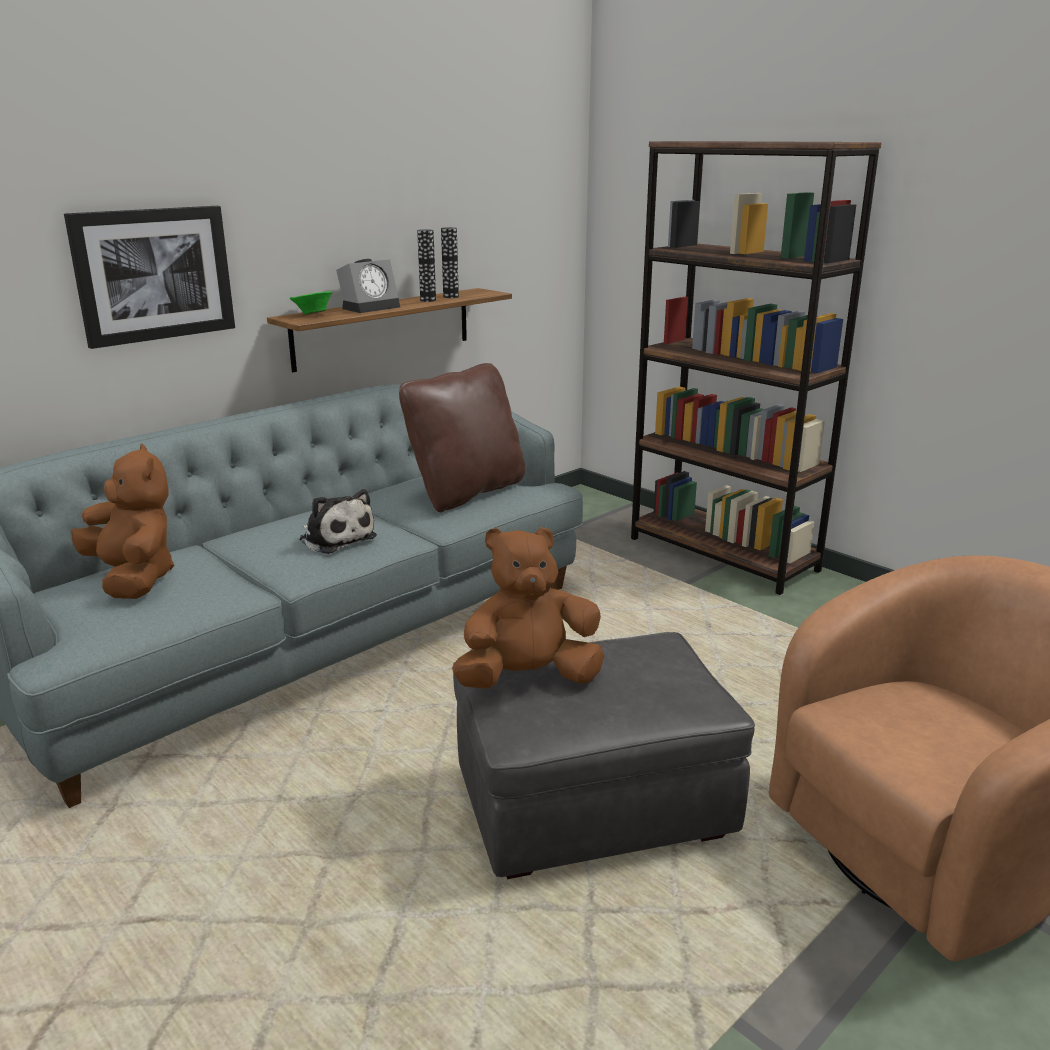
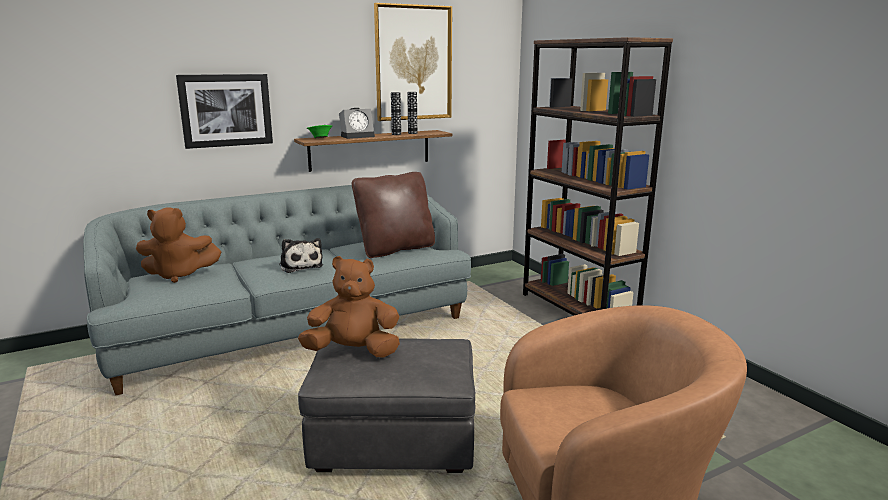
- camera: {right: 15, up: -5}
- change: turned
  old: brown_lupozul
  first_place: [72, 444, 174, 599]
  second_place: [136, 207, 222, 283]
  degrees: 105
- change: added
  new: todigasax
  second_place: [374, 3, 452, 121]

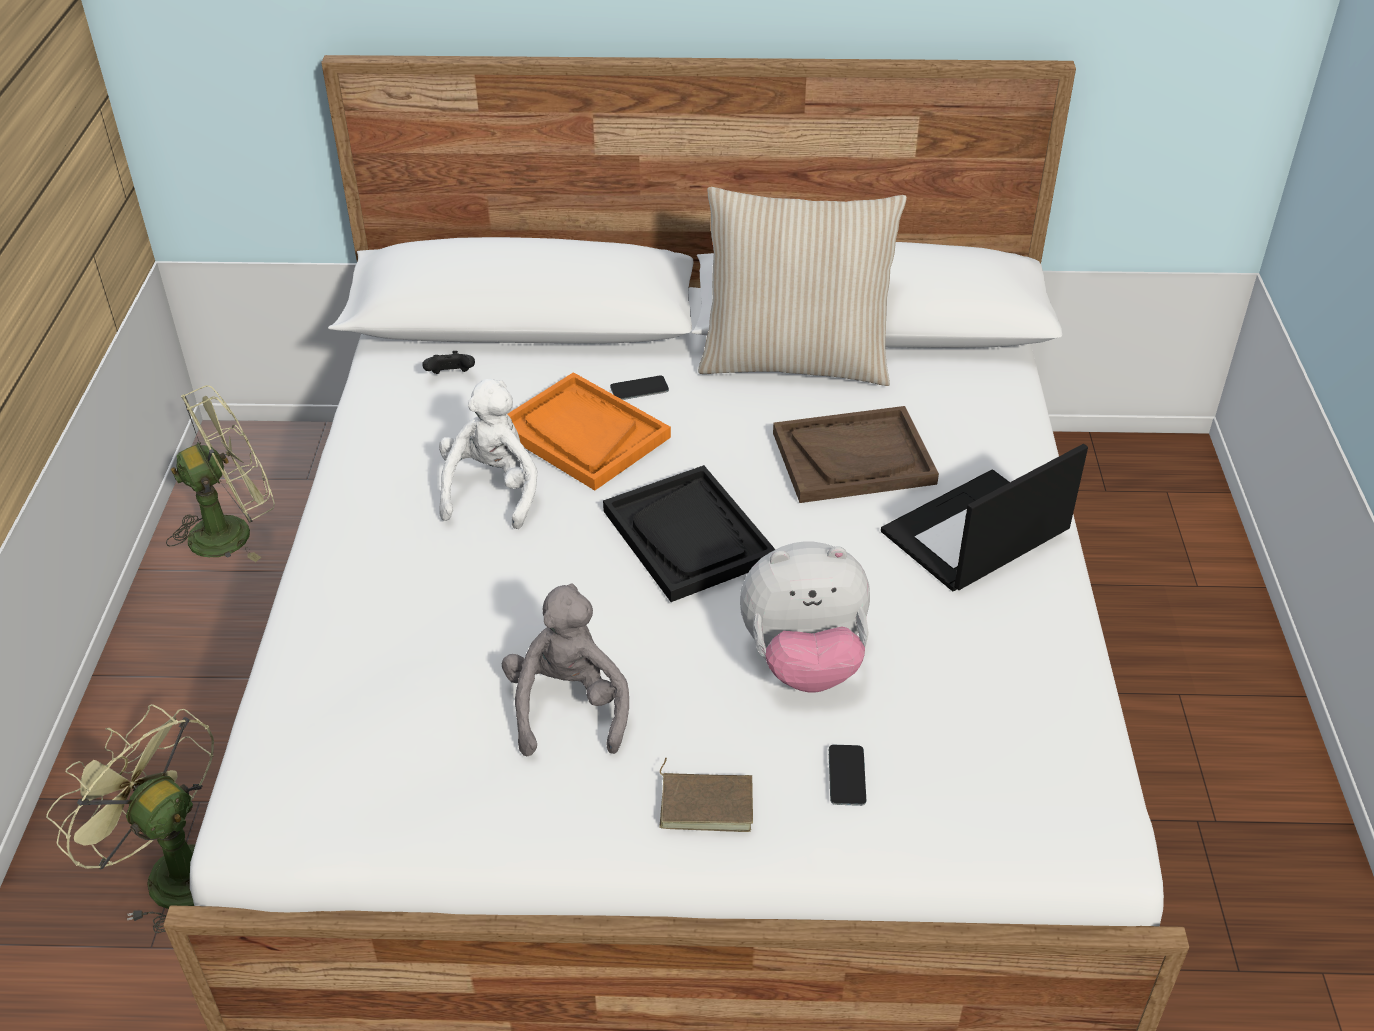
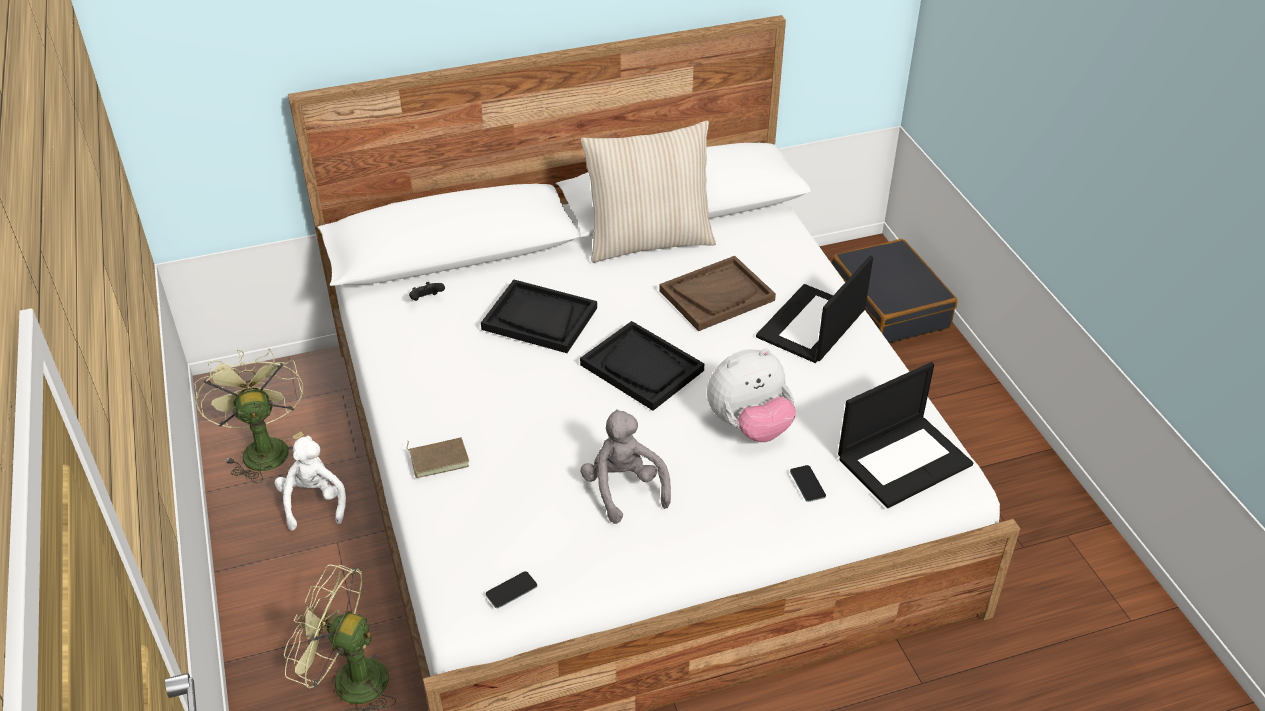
- camera: {right: -20, up: 0}
- change: turned
  old: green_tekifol
  first_place: [166, 385, 275, 562]
  second_place: [194, 348, 304, 483]
  degrees: -60
- change: moved
  old: white_lupozul
  first_place: [439, 379, 537, 529]
  second_place: [274, 436, 346, 531]
- change: recoloured
  old: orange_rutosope
  new: black_rutosope
  first_place: [508, 372, 671, 490]
  second_place: [481, 279, 597, 353]
- change: moved
  old: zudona
  first_place: [610, 376, 669, 400]
  second_place: [486, 571, 537, 608]
- change: moved
  old: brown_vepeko
  first_place: [659, 758, 753, 832]
  second_place: [407, 437, 469, 478]
- change: added
  new: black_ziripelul
  second_place: [831, 239, 957, 344]
- change: added
  new: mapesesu
  second_place: [838, 362, 973, 508]

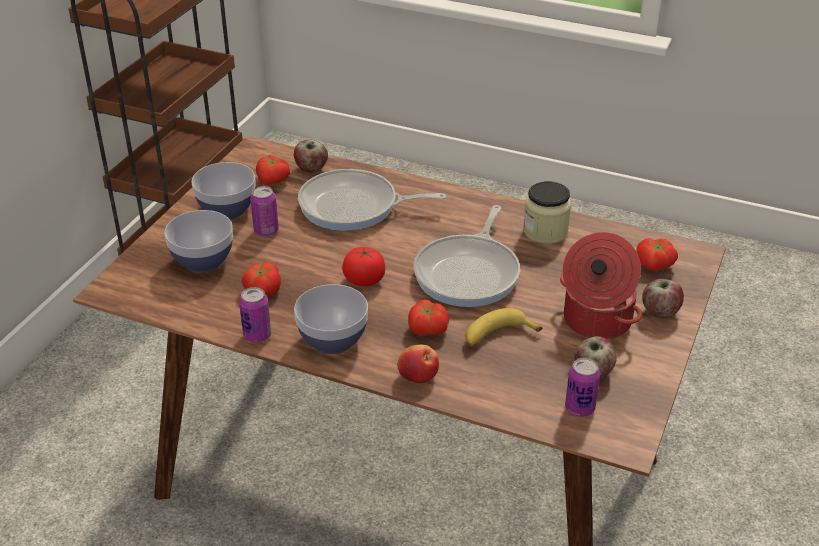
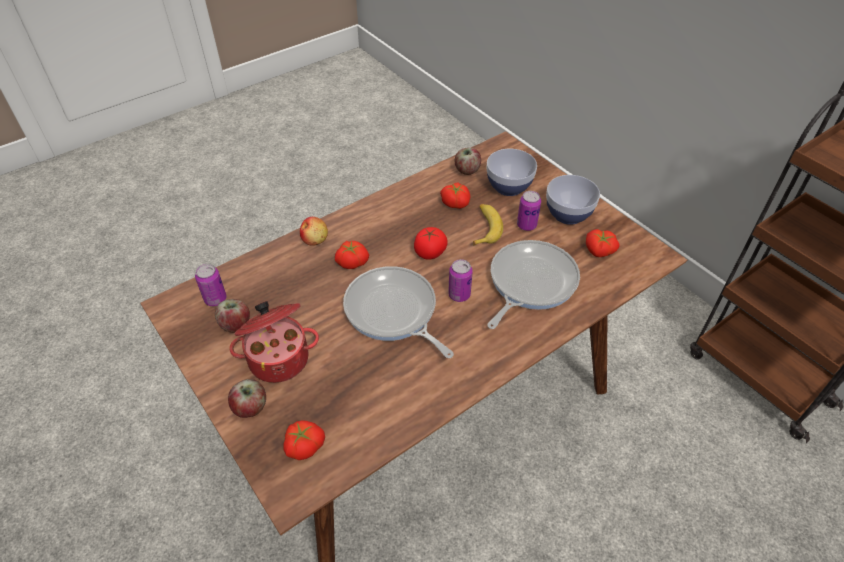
- camera: {right: 120, up: 10}
- change: moved
  old: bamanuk
  first_place: [239, 287, 271, 343]
  second_place: [448, 259, 473, 302]
- change: moved
  old: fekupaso
  first_place: [294, 140, 328, 172]
  second_place: [455, 148, 481, 175]
- change: removed
  old: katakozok
  first_place: [294, 284, 368, 354]
- change: moved
  old: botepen
  first_place: [465, 308, 543, 347]
  second_place: [473, 204, 503, 246]
- change: removed
  old: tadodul
  first_place: [523, 181, 571, 244]

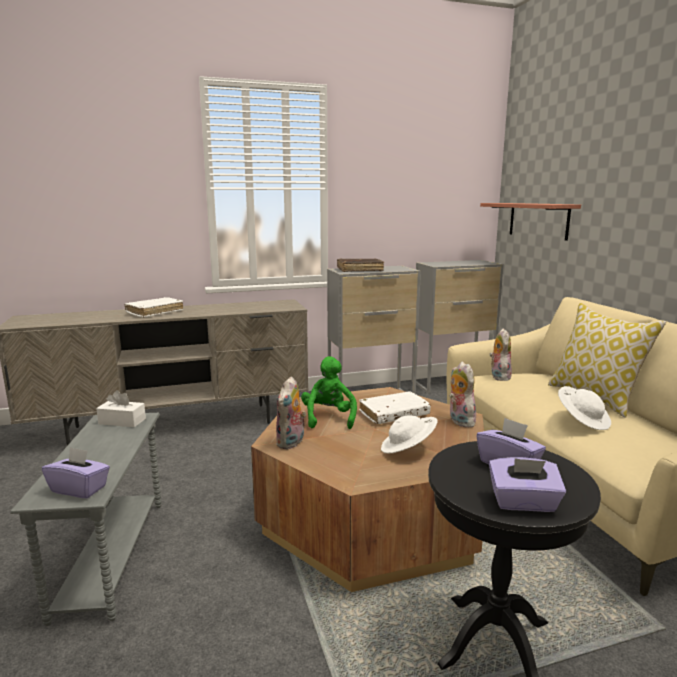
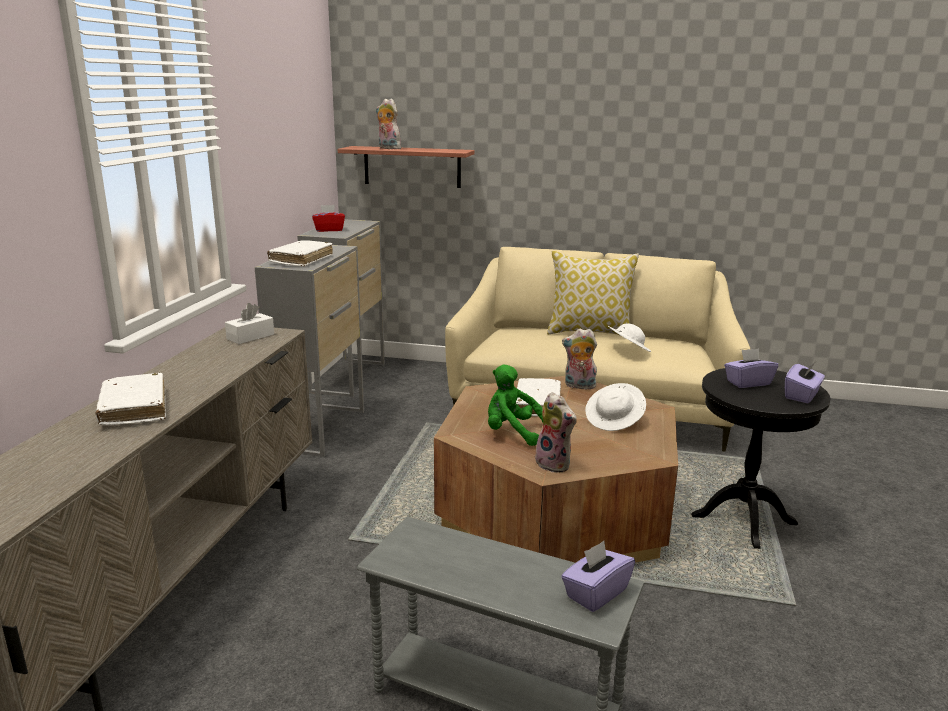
- camera: {right: -60, up: 5}
- change: moved
  old: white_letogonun
  first_place: [96, 390, 146, 427]
  second_place: [225, 303, 274, 344]
- change: recoloured
  old: brown_vepeko
  new: white_vepeko
  first_place: [337, 258, 384, 272]
  second_place: [267, 240, 333, 267]
- change: moved
  old: lupozul
  first_place: [489, 328, 512, 381]
  second_place: [376, 98, 401, 149]
- change: added
  new: red_letogonun
  second_place: [312, 205, 345, 232]

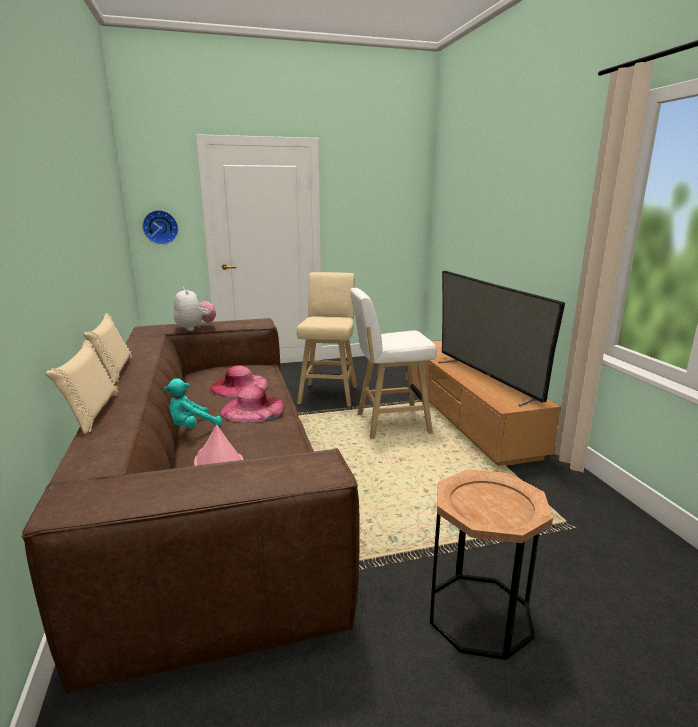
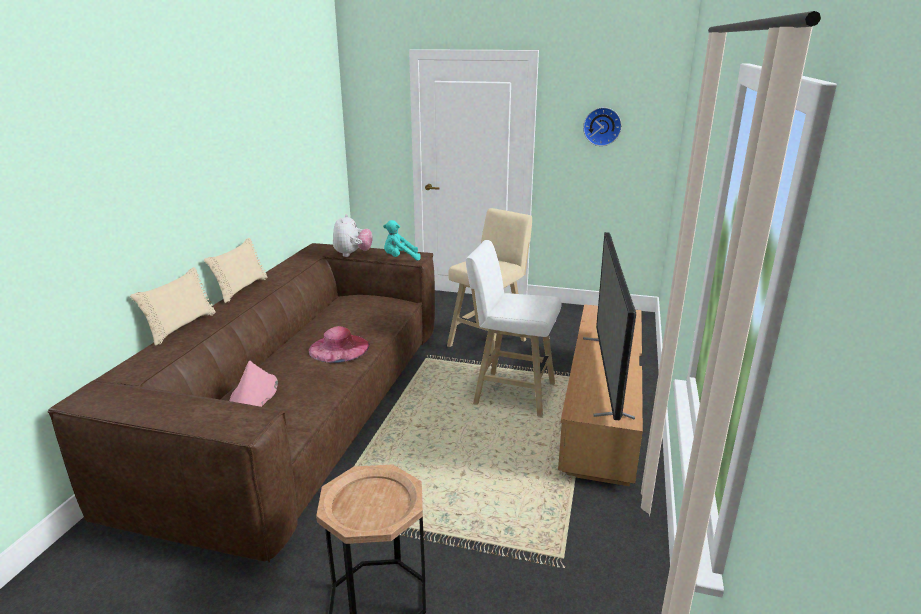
- camera: {right: 30, up: 5}
- change: moved
  old: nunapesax
  first_place: [142, 210, 178, 245]
  second_place: [583, 107, 622, 146]
- change: moved
  old: turquoise_lupozul
  first_place: [164, 378, 222, 428]
  second_place: [383, 220, 421, 261]
- change: removed
  old: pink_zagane
  first_place: [210, 365, 268, 397]

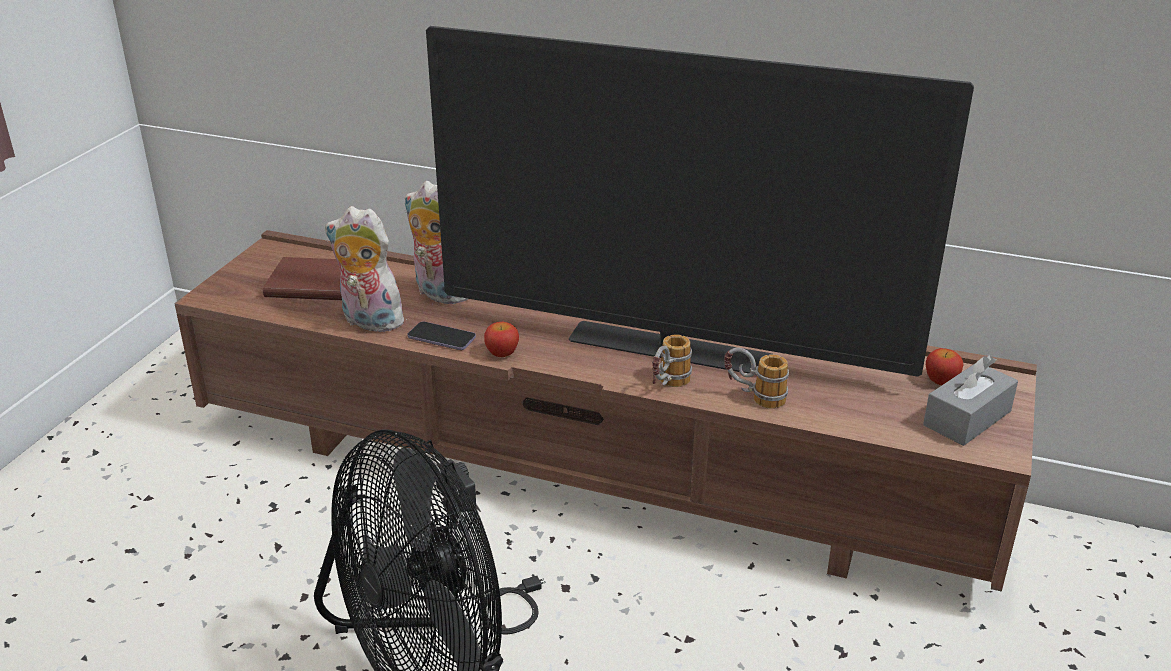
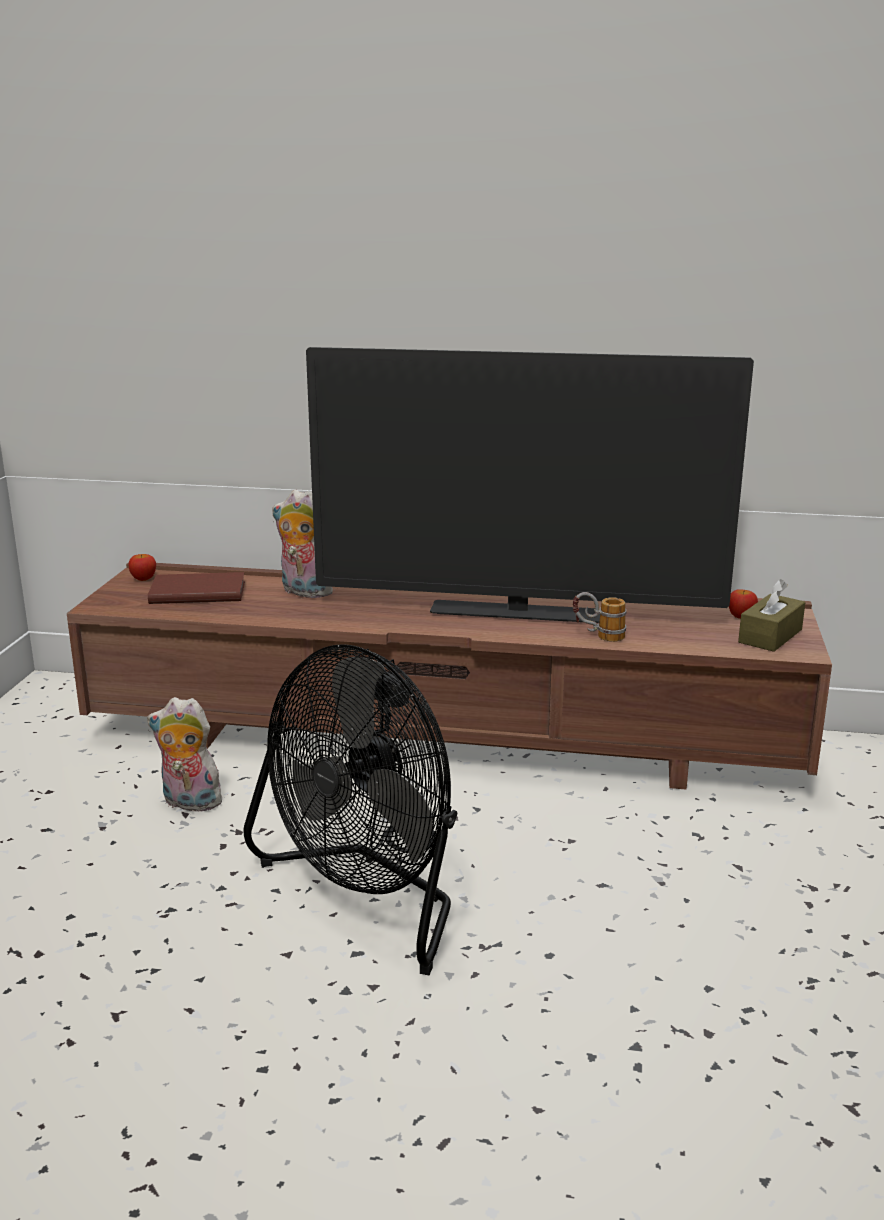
- camera: {right: -10, up: -10}
- change: moved
  old: lupozul
  first_place: [325, 206, 409, 332]
  second_place: [147, 697, 225, 811]
- change: removed
  old: zudona
  first_place: [407, 321, 476, 350]
- change: moved
  old: fekupaso
  first_place: [484, 322, 519, 357]
  second_place: [128, 554, 156, 581]
- change: removed
  old: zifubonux
  first_place: [652, 335, 692, 387]
- change: recoloured
  old: grey_letogonun
  new: brown_letogonun
  first_place: [923, 355, 1018, 446]
  second_place: [738, 579, 805, 652]

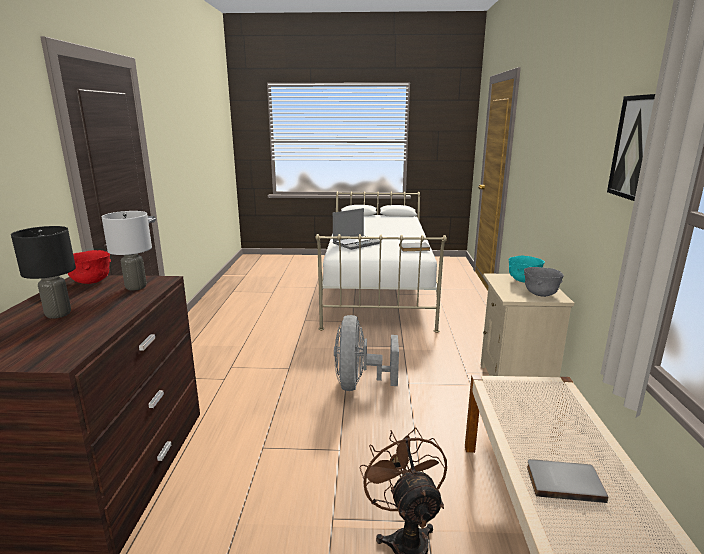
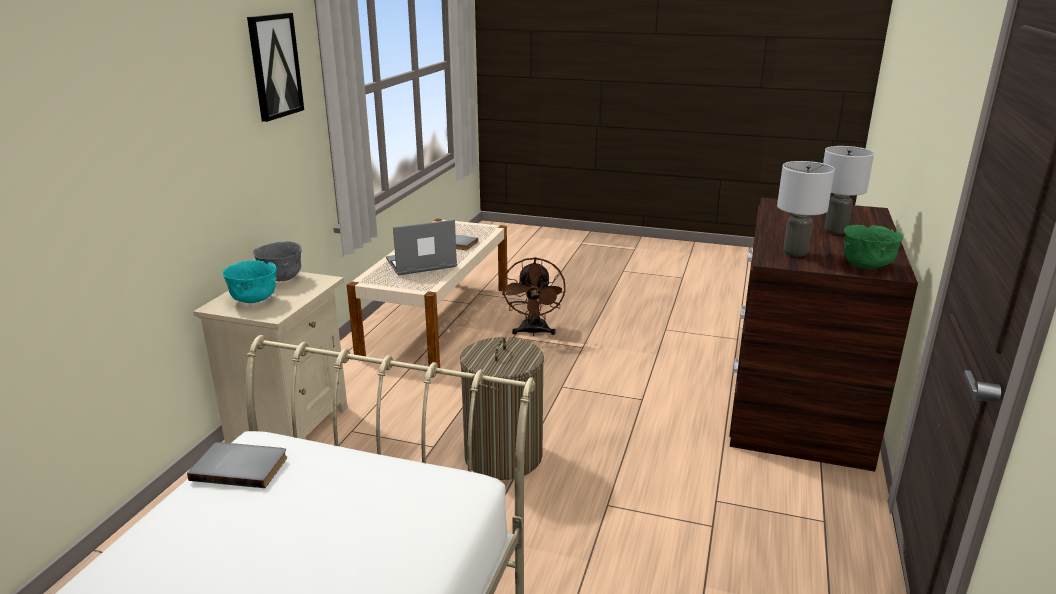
- camera: {right: -165, up: 5}
- change: recoloured
  old: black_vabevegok
  new: white_vabevegok
  first_place: [11, 226, 76, 319]
  second_place: [823, 146, 874, 235]
- change: recoloured
  old: red_katakozok
  new: green_katakozok
  first_place: [68, 250, 111, 284]
  second_place: [844, 225, 903, 269]
- change: moved
  old: mapesesu
  first_place: [333, 208, 380, 250]
  second_place: [386, 219, 457, 275]
- change: replaced
  old: grey_tekifol
  new: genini
  first_place: [334, 315, 399, 391]
  second_place: [460, 337, 544, 480]

